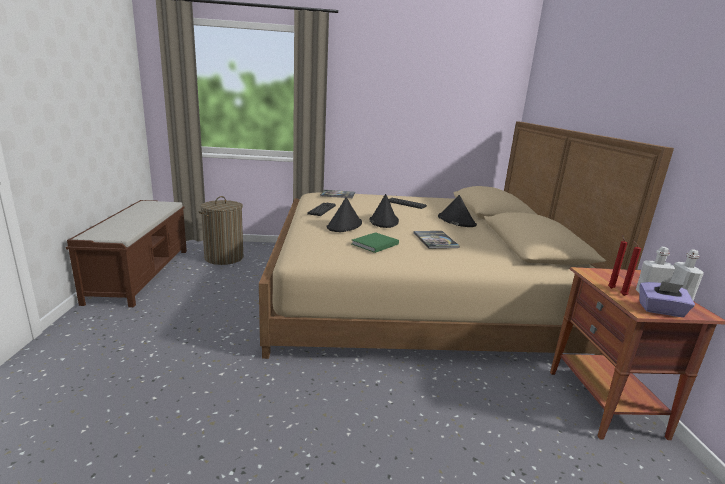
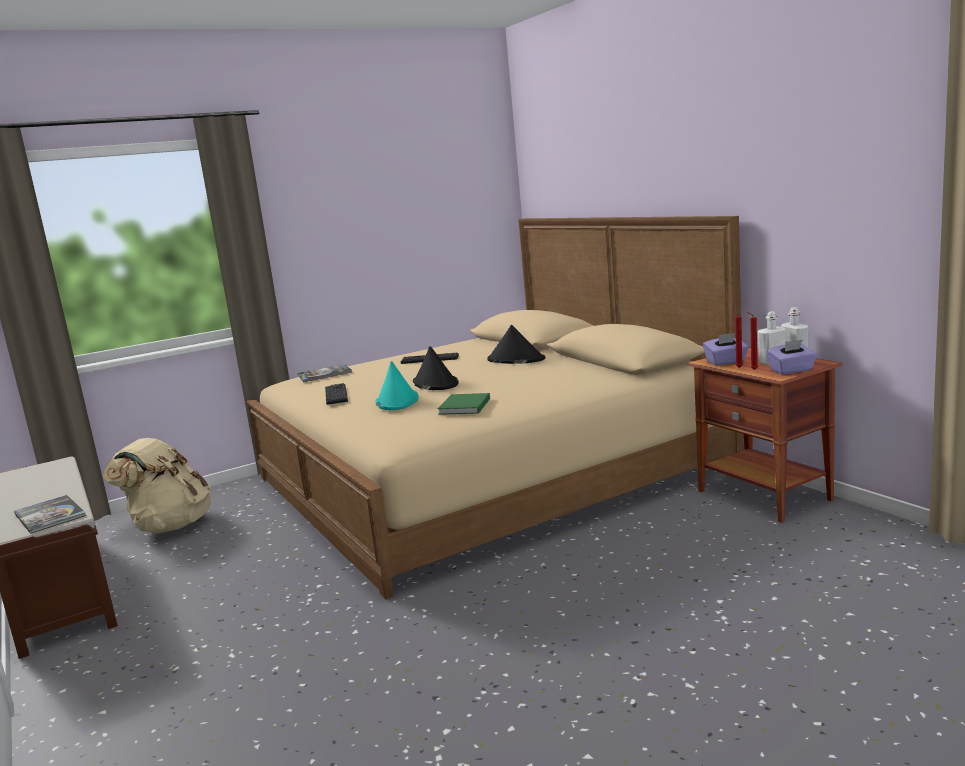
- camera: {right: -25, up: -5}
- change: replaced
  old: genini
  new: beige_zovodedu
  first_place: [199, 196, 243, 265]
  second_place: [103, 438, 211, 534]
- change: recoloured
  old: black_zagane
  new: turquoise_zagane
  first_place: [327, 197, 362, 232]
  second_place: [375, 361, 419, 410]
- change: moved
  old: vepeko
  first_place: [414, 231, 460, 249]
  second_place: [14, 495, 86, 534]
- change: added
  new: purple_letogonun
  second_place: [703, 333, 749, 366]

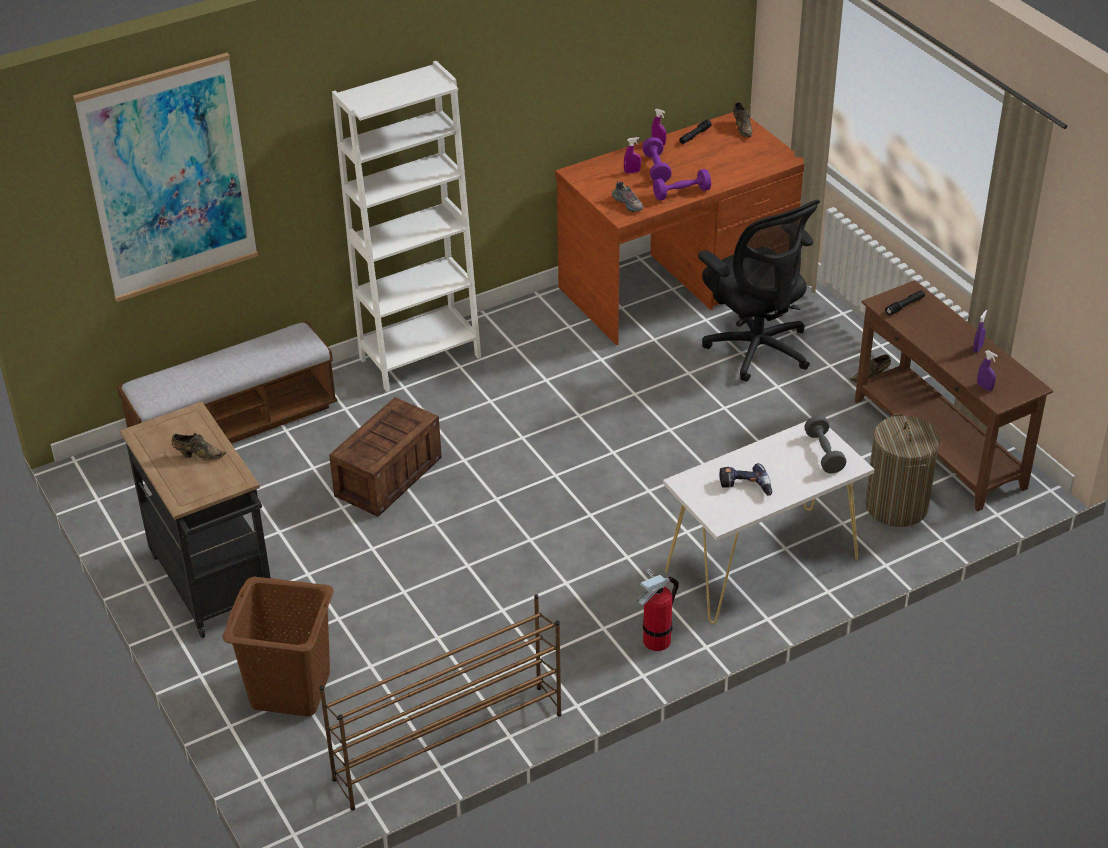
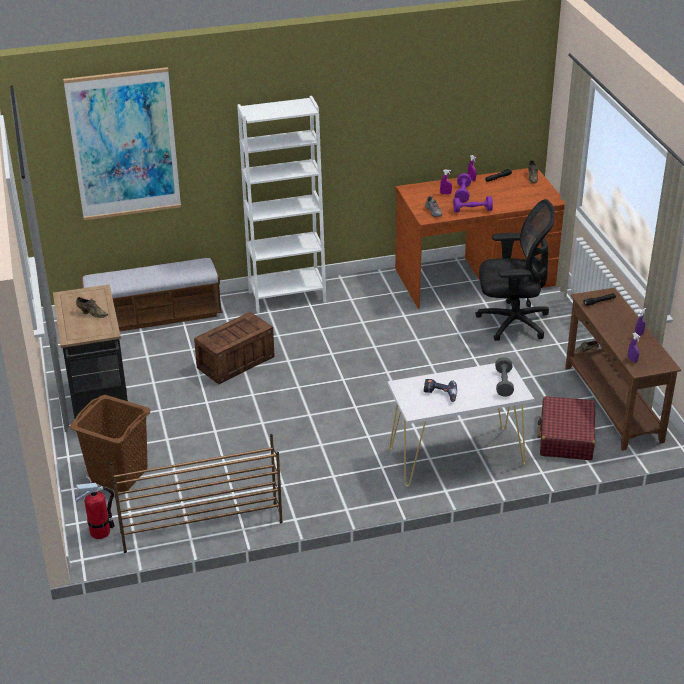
- camera: {right: 15, up: -5}
- change: moved
  old: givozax
  first_place: [638, 567, 679, 651]
  second_place: [75, 475, 115, 539]
- change: turned
  old: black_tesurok
  first_place: [698, 200, 820, 382]
  second_place: [475, 199, 555, 341]
  degrees: -75
- change: replaced
  old: genini
  new: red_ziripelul
  first_place: [865, 413, 940, 527]
  second_place: [537, 396, 595, 460]

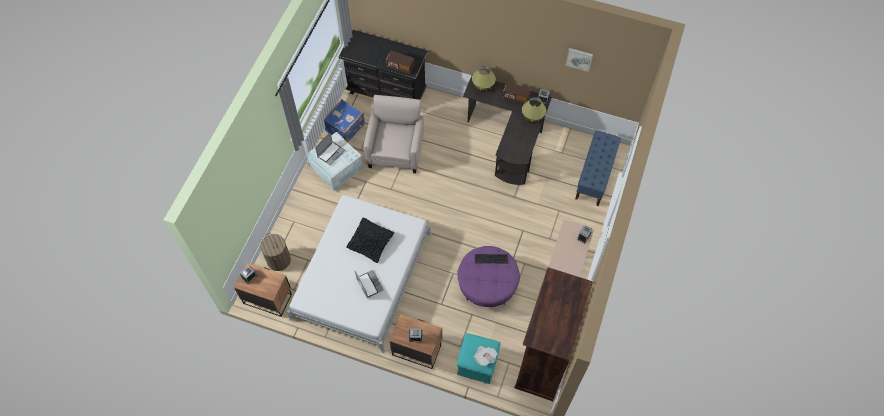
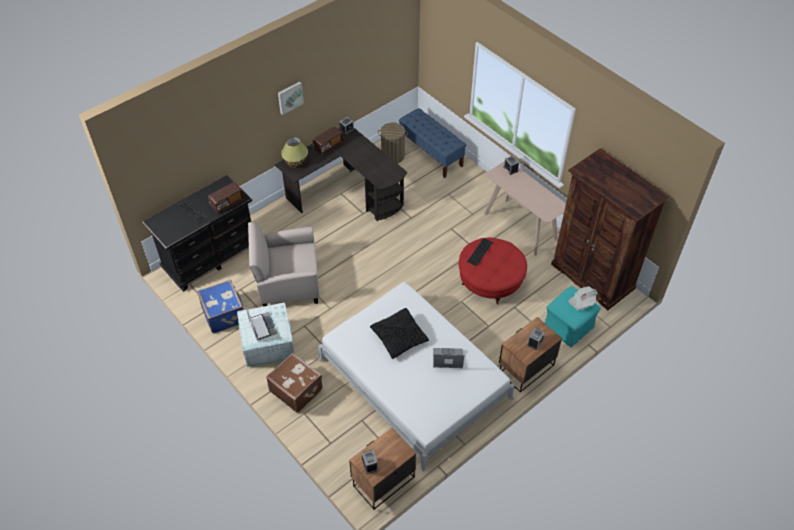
- camera: {right: -60, up: -10}
- change: moved
  old: genini
  first_place: [260, 233, 291, 271]
  second_place: [378, 122, 408, 163]
- change: turned
  old: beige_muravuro
  first_place: [364, 95, 424, 173]
  second_place: [248, 222, 319, 307]
  degrees: -45
- change: recoloured
  old: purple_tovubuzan
  new: red_tovubuzan
  first_place: [457, 246, 520, 307]
  second_place: [459, 237, 527, 305]
- change: removed
  old: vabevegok
  first_place: [522, 97, 546, 124]
- change: moved
  old: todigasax
  first_place: [565, 48, 593, 72]
  second_place: [278, 82, 304, 115]
- change: added
  new: brown_ziripelul
  second_place: [266, 353, 323, 413]

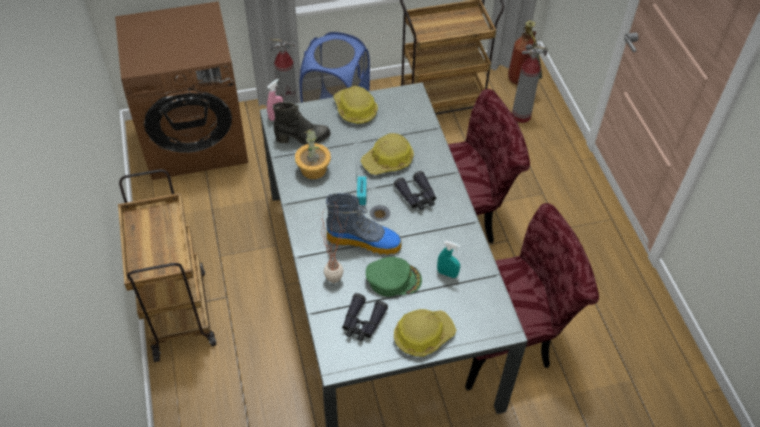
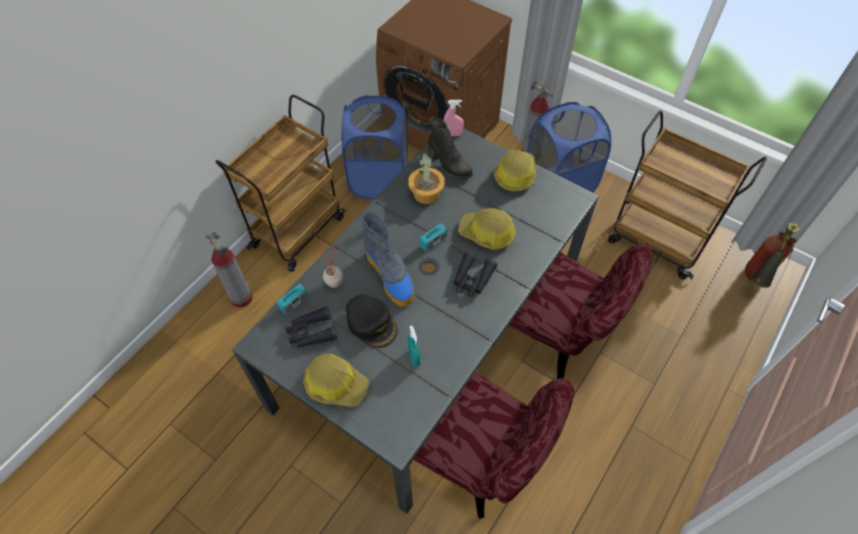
- camera: {right: 50, up: 5}
- change: recoloured
  old: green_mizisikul
  new: black_mizisikul
  first_place: [366, 257, 422, 297]
  second_place: [346, 295, 398, 348]
- change: moved
  old: givozax
  first_place: [512, 44, 548, 123]
  second_place: [205, 232, 253, 307]
- change: added
  new: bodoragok
  second_place: [277, 276, 309, 315]
- change: added
  new: blue_genini
  second_place: [341, 95, 408, 199]

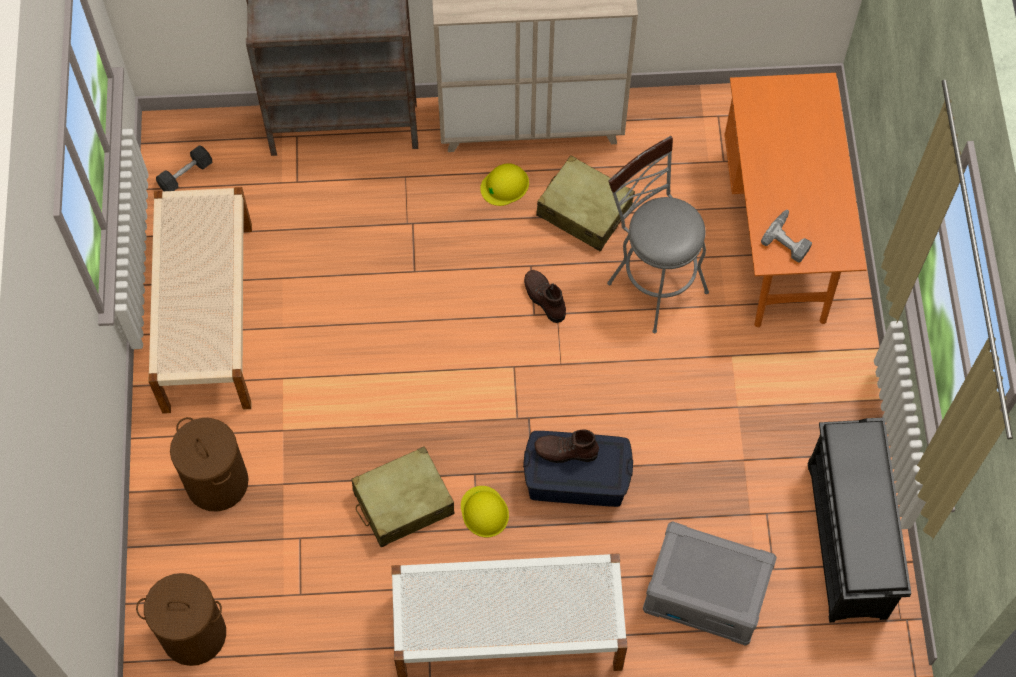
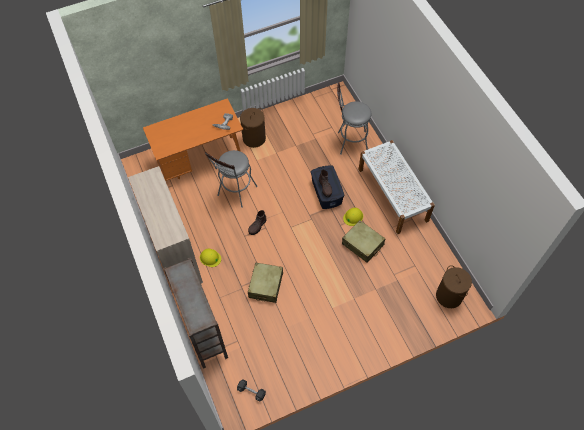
- camera: {right: -110, up: -5}
- change: removed
  old: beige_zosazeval
  first_place: [148, 187, 252, 414]
- change: moved
  old: brown_genini
  first_place: [170, 417, 249, 511]
  second_place: [240, 108, 266, 148]
- change: moved
  old: beige_ziripelul
  first_place: [536, 155, 635, 252]
  second_place: [248, 262, 283, 303]
- change: replaced
  old: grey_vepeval
  new: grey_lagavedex
  first_place: [643, 521, 777, 646]
  second_place: [337, 82, 371, 155]
- change: removed
  old: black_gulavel
  first_place: [808, 417, 911, 623]

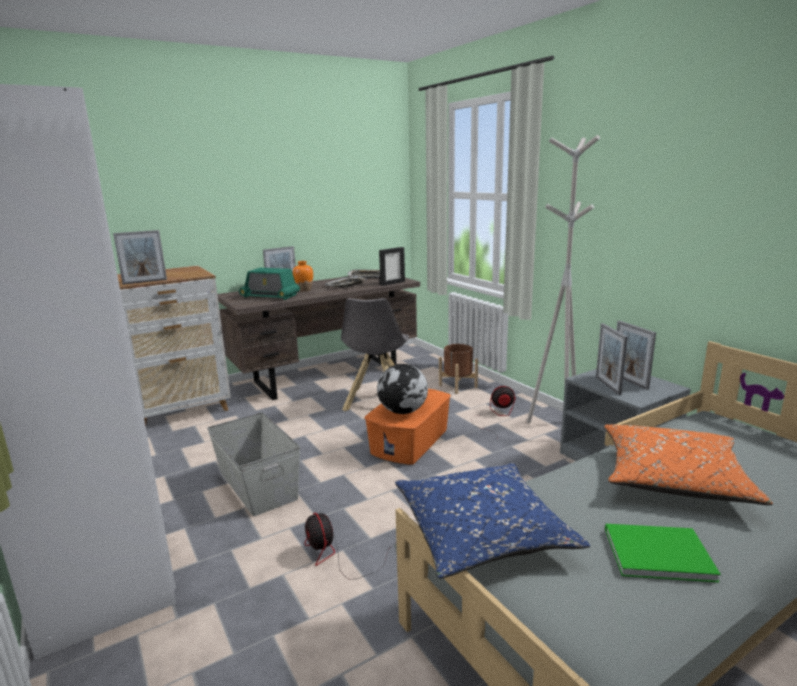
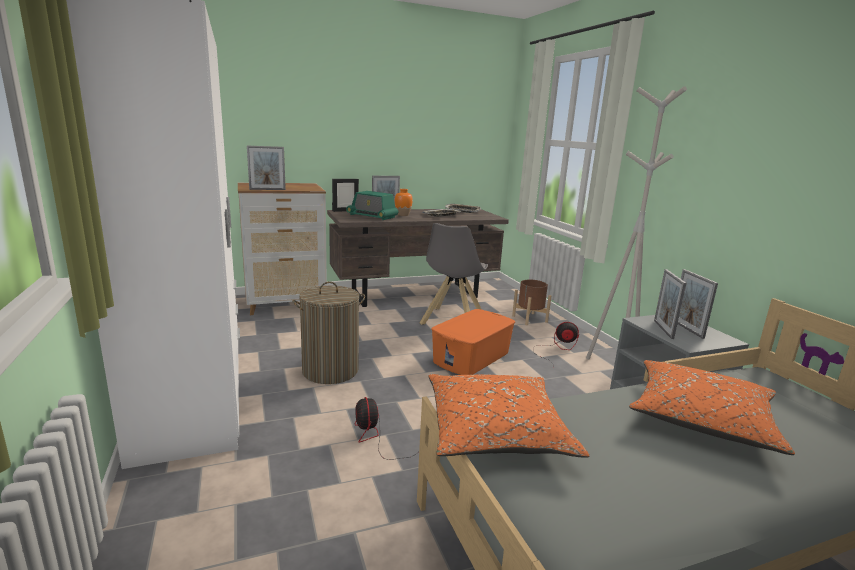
- camera: {right: 10, up: 0}
- change: replaced
  old: grey_vepeval
  new: genini
  first_place: [207, 412, 300, 516]
  second_place: [292, 282, 365, 384]
- change: removed
  old: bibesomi
  first_place: [377, 364, 428, 414]
- change: moved
  old: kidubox
  first_place: [379, 247, 405, 286]
  second_place: [332, 179, 359, 212]
- change: recoloured
  old: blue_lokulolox
  new: orange_lokulolox
  first_place: [395, 463, 590, 579]
  second_place: [429, 374, 590, 458]
- change: removed
  old: green_vepeko
  first_place: [605, 524, 721, 582]

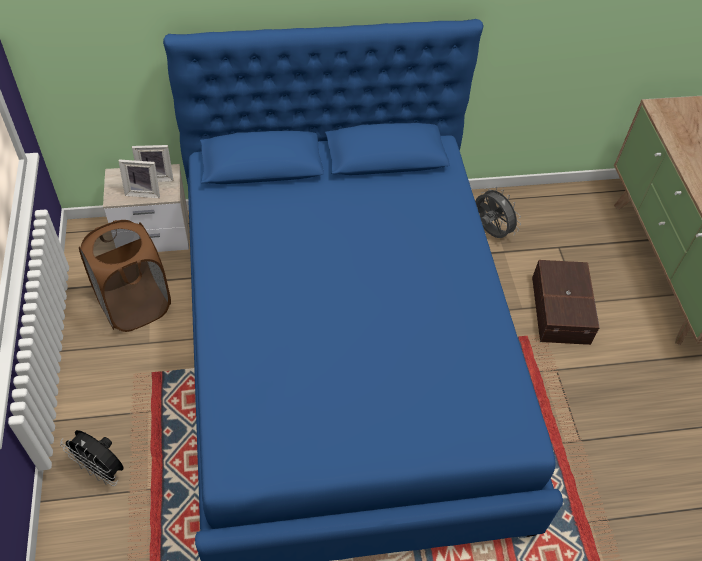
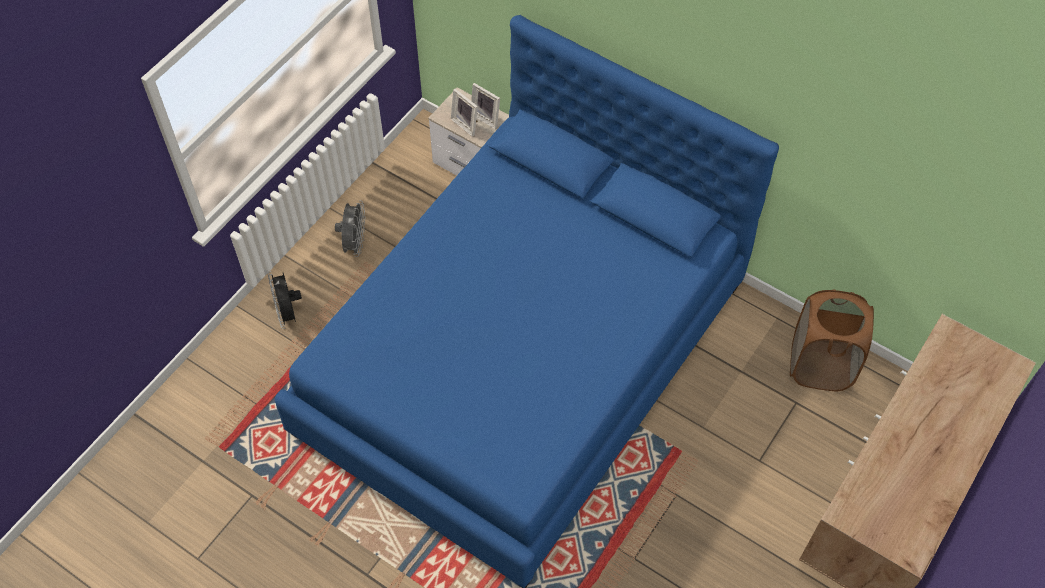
- camera: {right: 45, up: 5}
- change: moved
  old: brown_genini
  first_place: [79, 220, 171, 332]
  second_place: [790, 289, 874, 391]
- change: moved
  old: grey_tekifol
  first_place: [475, 187, 521, 238]
  second_place: [335, 200, 366, 257]
- change: removed
  old: brown_vepeval
  first_place: [532, 260, 600, 345]

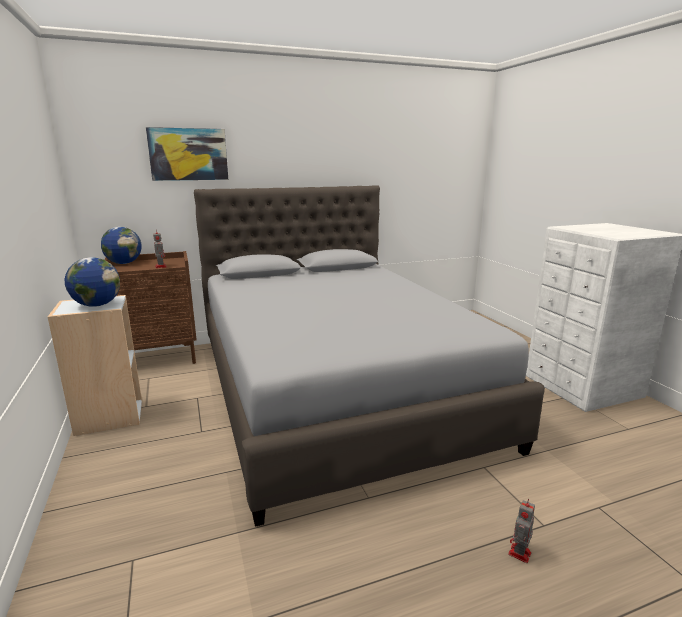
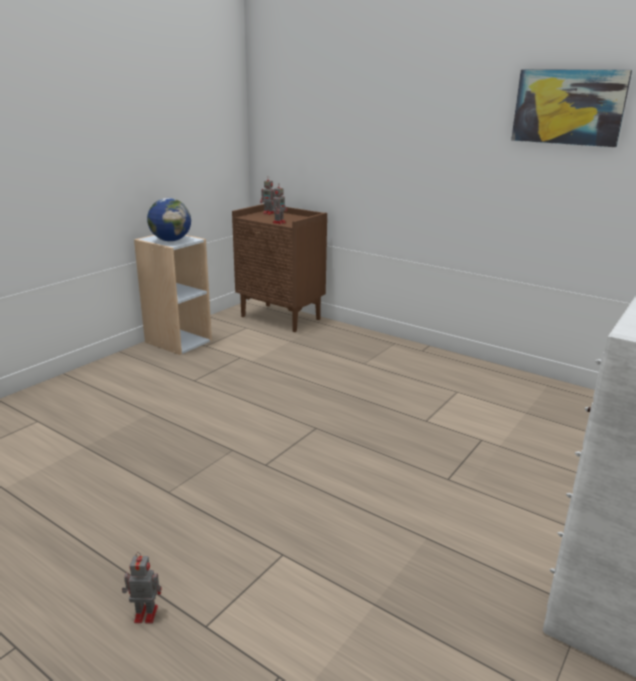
- camera: {right: 55, up: 5}
- change: replaced
  old: bibesomi
  new: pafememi
  first_place: [101, 227, 142, 264]
  second_place: [260, 176, 277, 215]
- change: moved
  old: todigasax
  first_place: [146, 127, 228, 181]
  second_place: [511, 69, 632, 147]
- change: removed
  old: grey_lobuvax
  first_place: [194, 185, 545, 527]

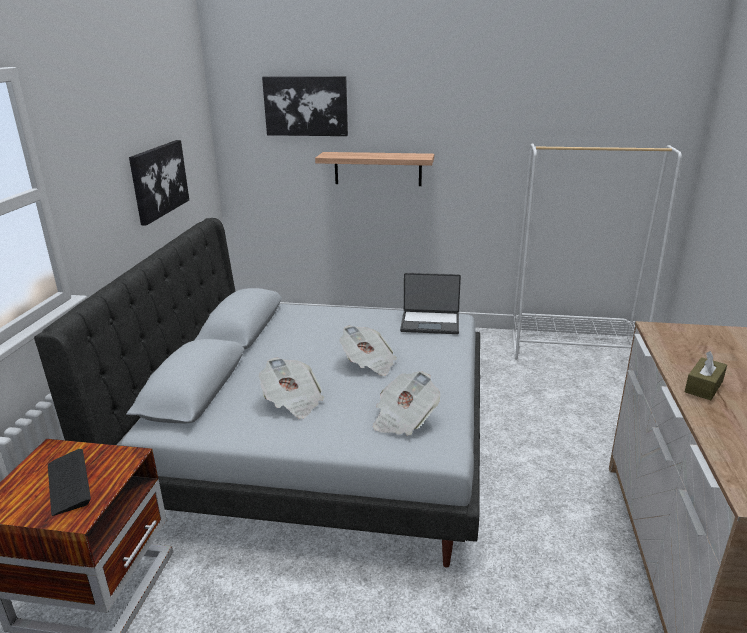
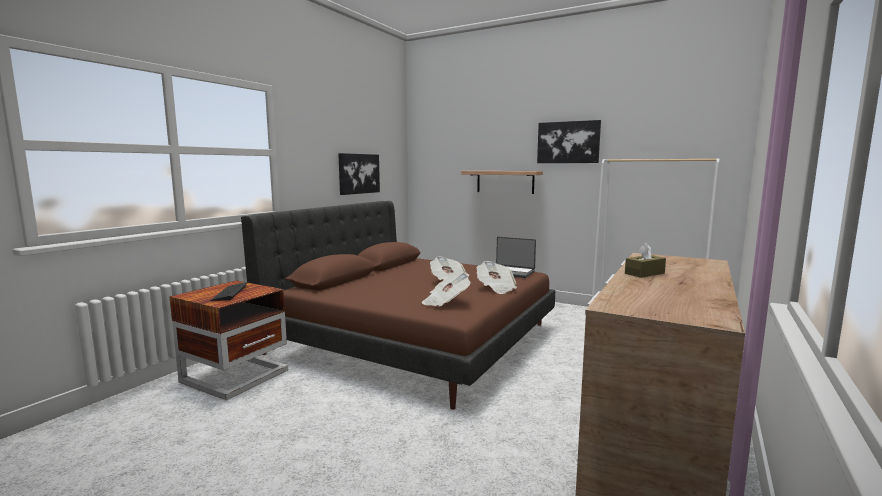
- camera: {right: 20, up: -15}
- change: recoloured
  old: grey_lobuvax
  new: brown_lobuvax
  first_place: [34, 218, 480, 568]
  second_place: [241, 201, 555, 410]
- change: moved
  old: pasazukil
  first_place: [259, 357, 324, 419]
  second_place: [476, 261, 517, 294]
- change: moved
  old: todigasax
  first_place: [262, 76, 348, 136]
  second_place: [537, 120, 601, 163]

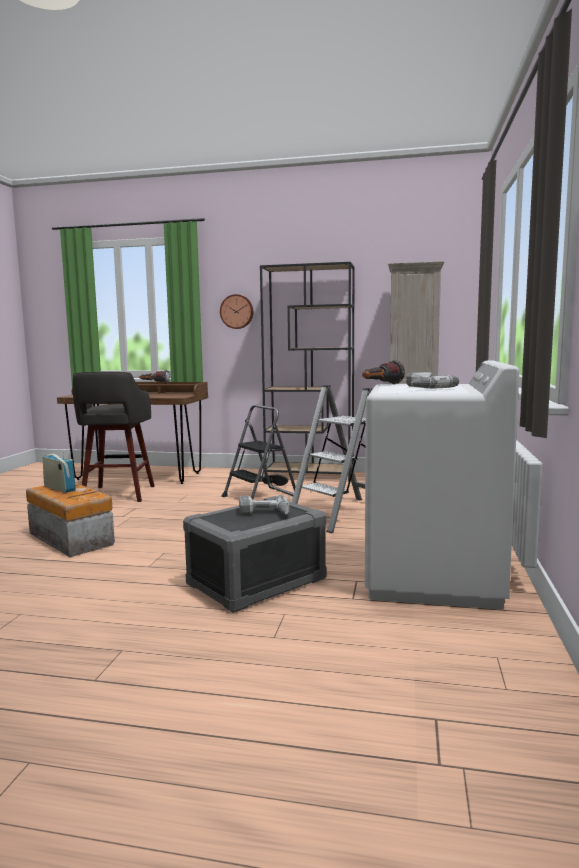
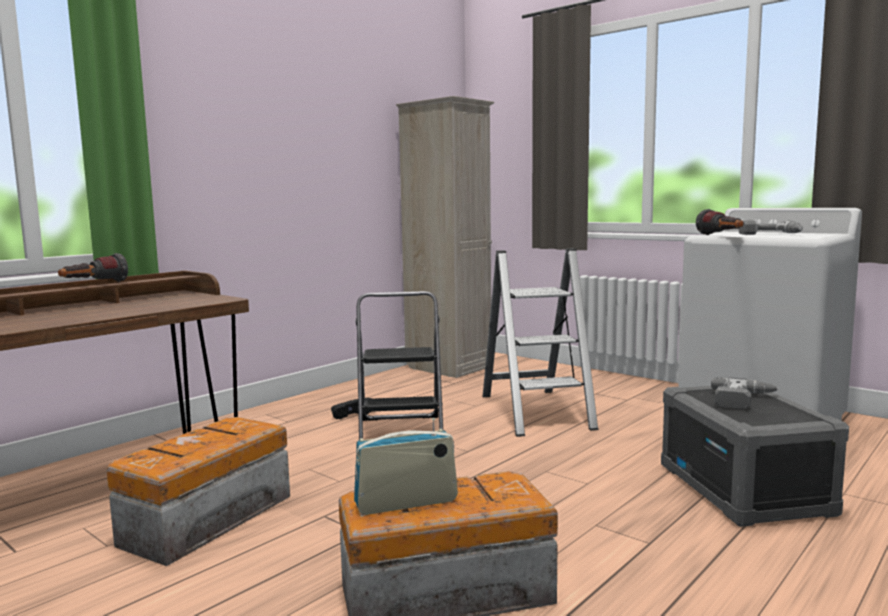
- camera: {right: -60, up: 0}
- change: replaced
  old: grey_lagavedex
  new: vepeval
  first_place: [73, 372, 155, 502]
  second_place: [107, 417, 290, 566]
- change: removed
  old: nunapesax
  first_place: [220, 294, 253, 329]
- change: removed
  old: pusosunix
  first_place: [260, 262, 355, 481]

